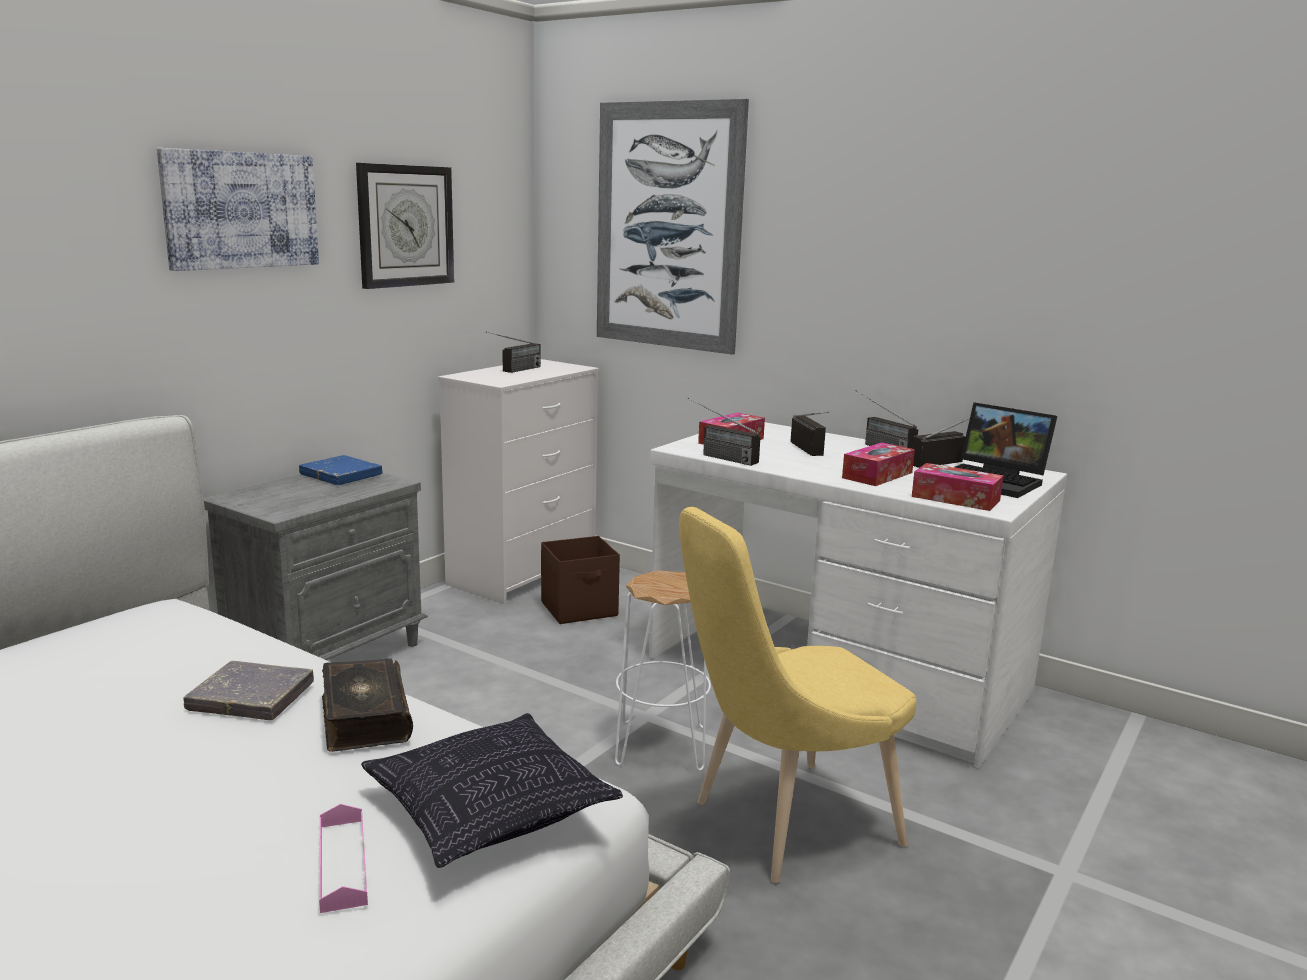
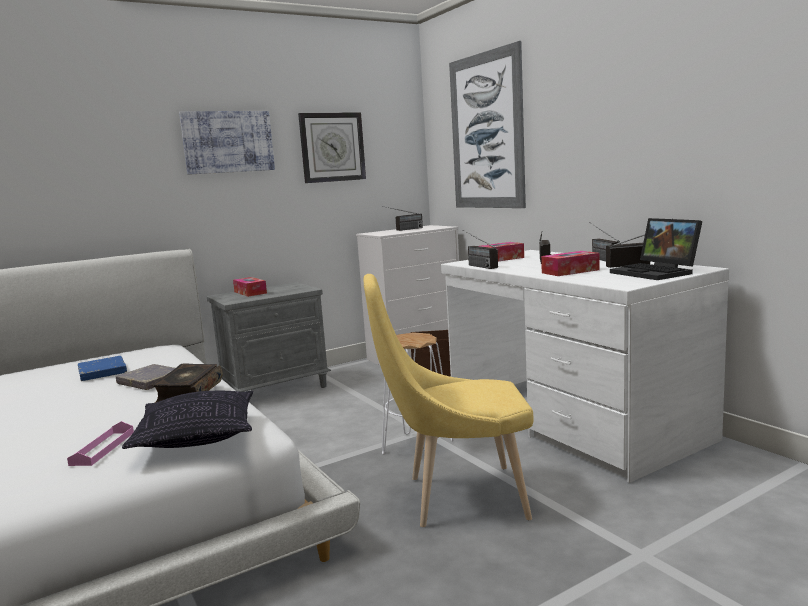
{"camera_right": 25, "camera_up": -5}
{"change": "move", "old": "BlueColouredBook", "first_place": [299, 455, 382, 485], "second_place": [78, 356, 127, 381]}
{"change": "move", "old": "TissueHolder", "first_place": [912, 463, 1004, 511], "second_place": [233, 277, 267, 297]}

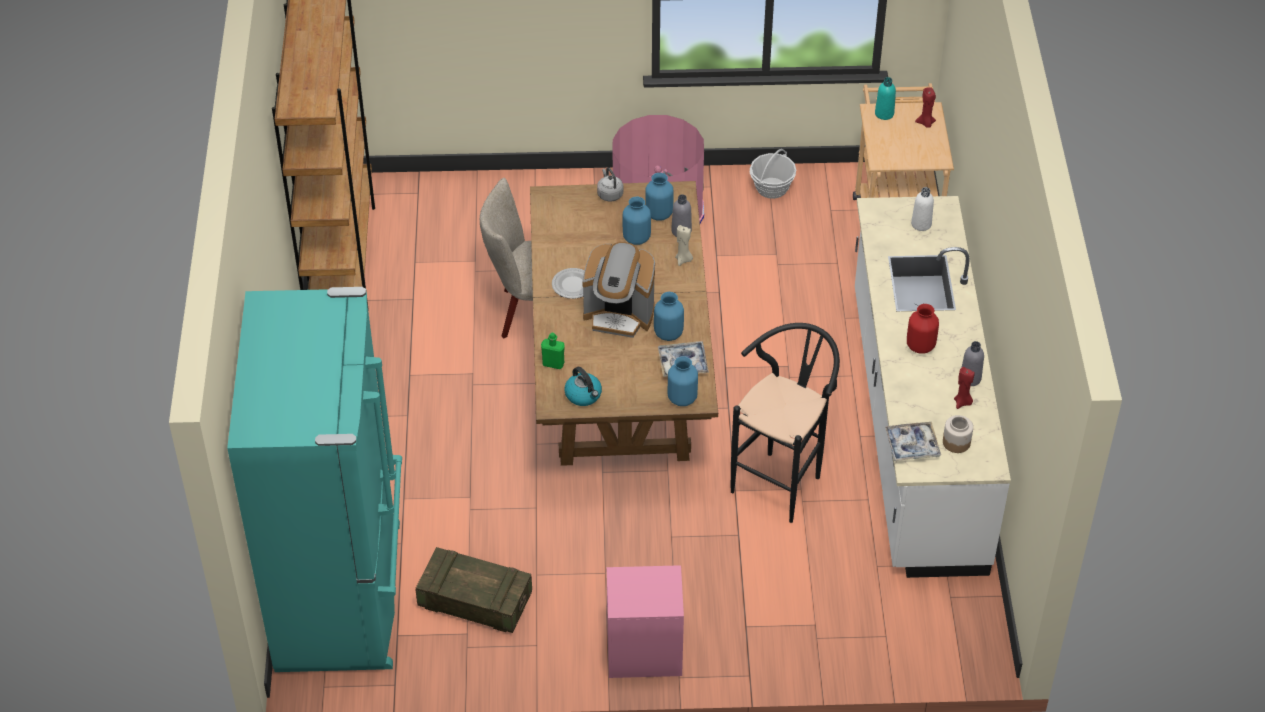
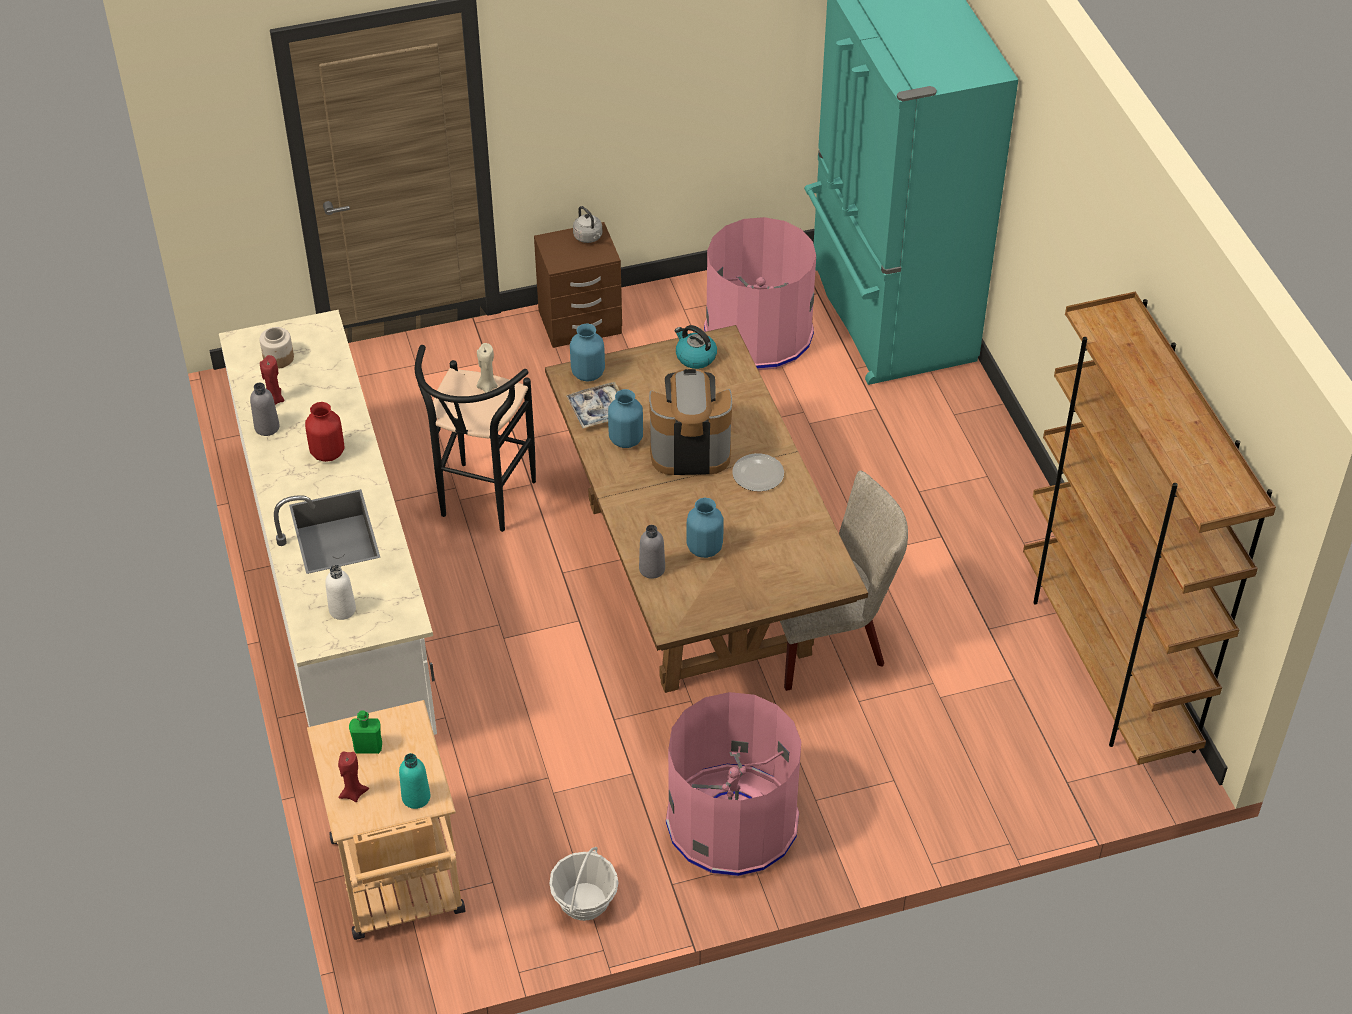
{"camera_right": 165, "camera_up": 0}
{"change": "move", "old": "GreenColouredDrinkBottle", "first_place": [541, 332, 565, 369], "second_place": [349, 710, 382, 754]}
{"change": "move", "old": "BeigeWaxLight", "first_place": [675, 225, 693, 266], "second_place": [477, 343, 498, 393]}
{"change": "recolor", "old": "PinkishBedsideTable", "new": "BrownColouredBedsideTable", "first_place": [607, 565, 684, 678], "second_place": [534, 222, 622, 348]}
{"change": "move", "old": "GreyKettle", "first_place": [597, 167, 623, 201], "second_place": [573, 206, 602, 243]}
{"change": "replace", "old": "PackingCrate", "new": "PinkishTrashCan", "first_place": [415, 547, 532, 633], "second_place": [704, 217, 816, 370]}
{"change": "delete", "old": "BlueColouredDecorativeVase", "first_place": [645, 173, 674, 221]}
{"change": "delete", "old": "CarryingTray", "first_place": [885, 422, 941, 461]}

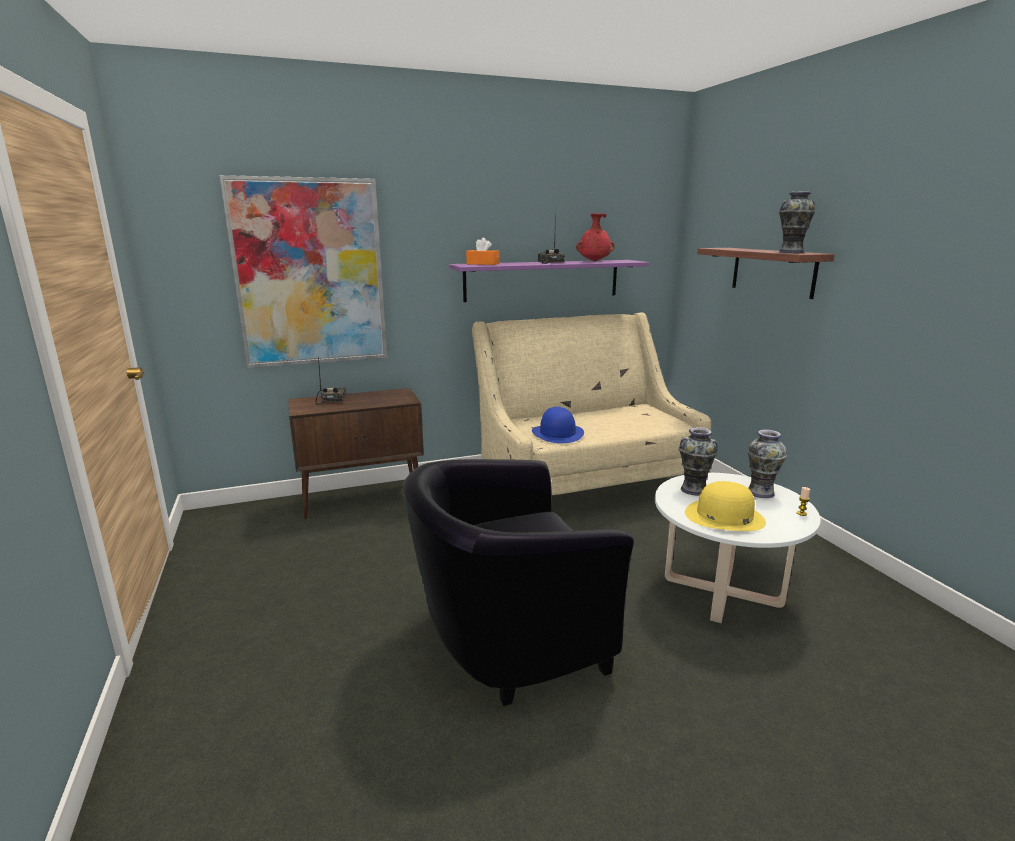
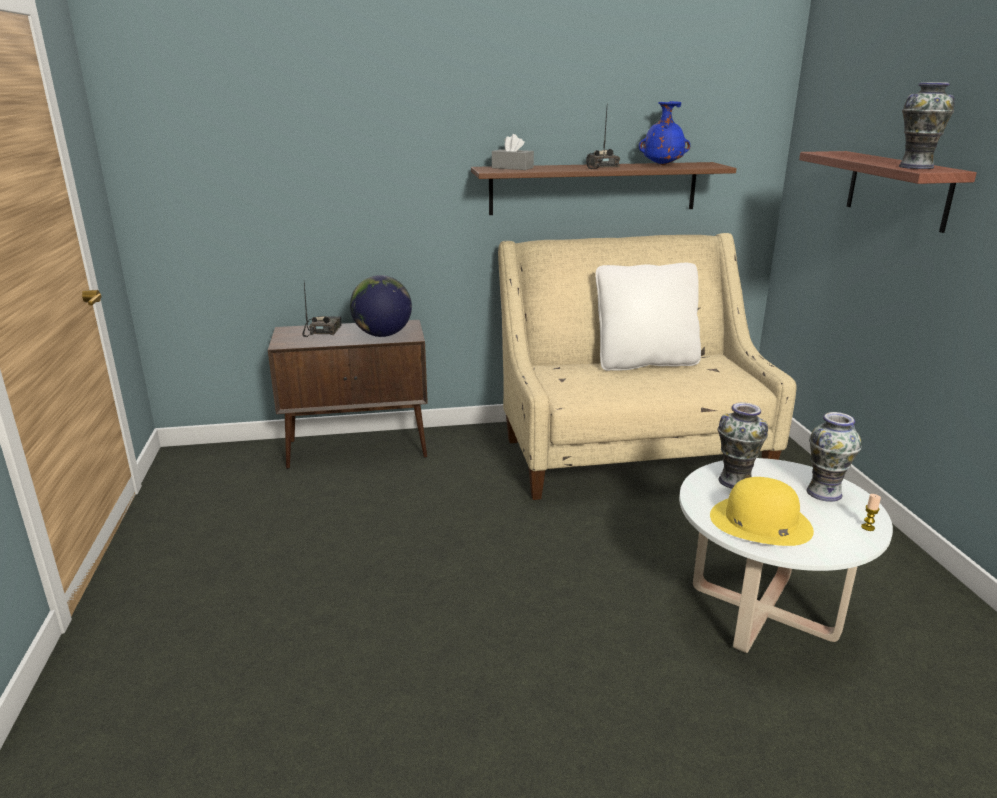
{"camera_right": 10, "camera_up": 5}
{"change": "insert", "new": "WorldGlobe", "second_place": [350, 275, 412, 337]}
{"change": "recolor", "old": "PurpleShelf", "new": "BrownColouredShelf", "first_place": [449, 260, 649, 302], "second_place": [471, 162, 737, 215]}
{"change": "recolor", "old": "OrangeTissueHolder", "new": "GreyTissueHolder", "first_place": [466, 238, 499, 265], "second_place": [492, 134, 534, 170]}
{"change": "insert", "new": "WhiteColouredCushion", "second_place": [596, 263, 701, 371]}
{"change": "recolor", "old": "RedColouredDecorativeVase", "new": "BlueColouredDecorativeVase", "first_place": [576, 213, 615, 262], "second_place": [638, 101, 690, 166]}
{"change": "delete", "old": "WallArt", "first_place": [220, 175, 387, 368]}
{"change": "delete", "old": "BlackishEasyChair", "first_place": [403, 459, 634, 706]}
{"change": "delete", "old": "BlueColouredClothingHat", "first_place": [532, 407, 584, 443]}

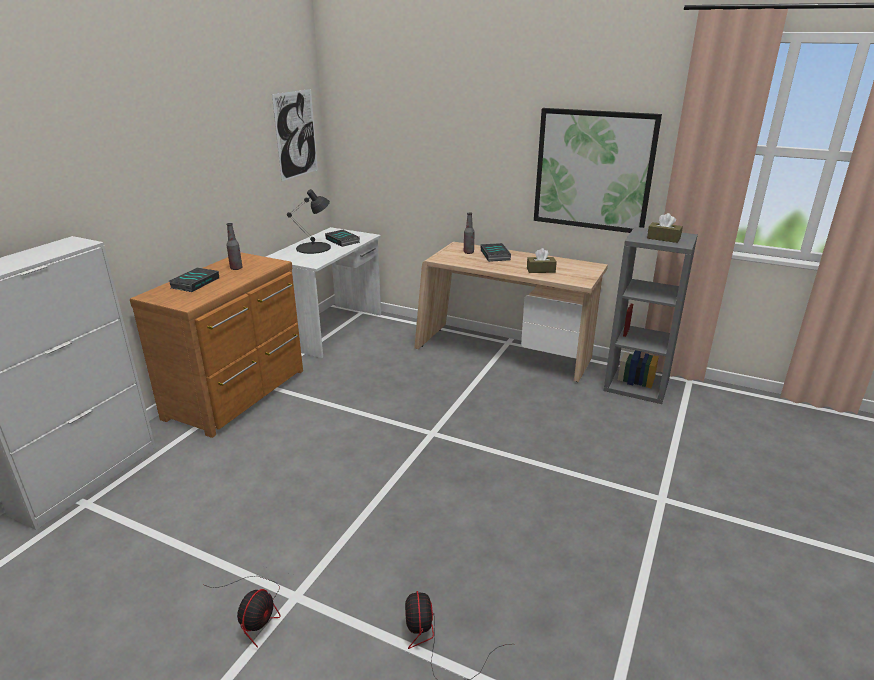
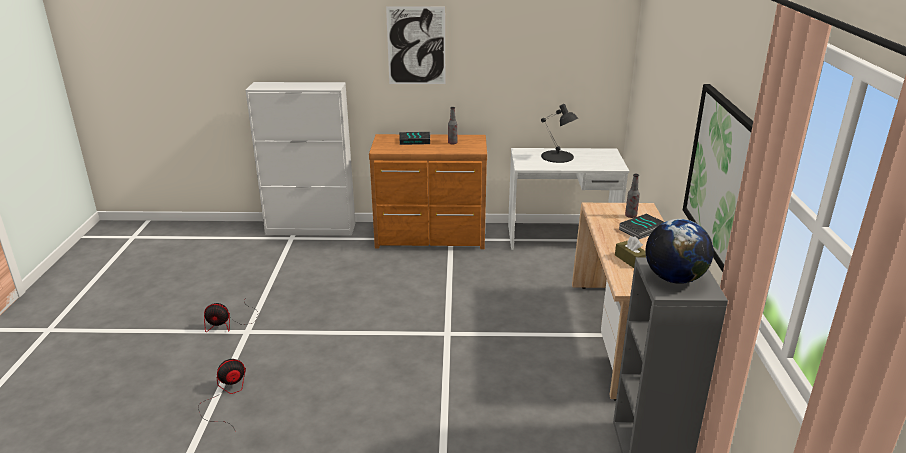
{"camera_right": 65, "camera_up": 0}
{"change": "move", "old": "WallArt", "first_place": [272, 89, 318, 181], "second_place": [386, 6, 445, 84]}
{"change": "replace", "old": "BrownColouredTissueHolder", "new": "WorldGlobe", "first_place": [647, 213, 683, 243], "second_place": [645, 219, 714, 284]}
{"change": "delete", "old": "Book", "first_place": [325, 230, 360, 247]}

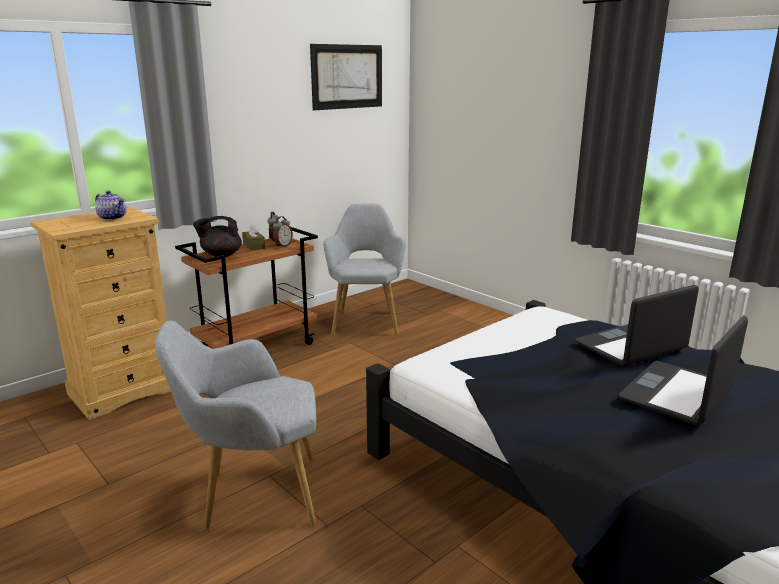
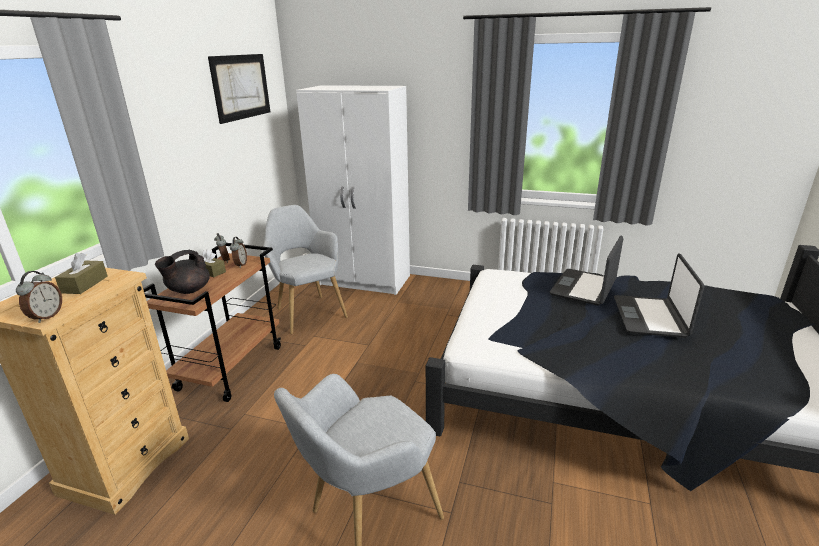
{"camera_right": -30, "camera_up": 5}
{"change": "insert", "new": "BedsideClock", "second_place": [16, 271, 62, 323]}
{"change": "replace", "old": "Teapot", "new": "BrownColouredTissueHolder", "first_place": [95, 191, 127, 220], "second_place": [55, 253, 108, 294]}
{"change": "insert", "new": "WhiteColouredWardrobe", "second_place": [296, 85, 410, 295]}

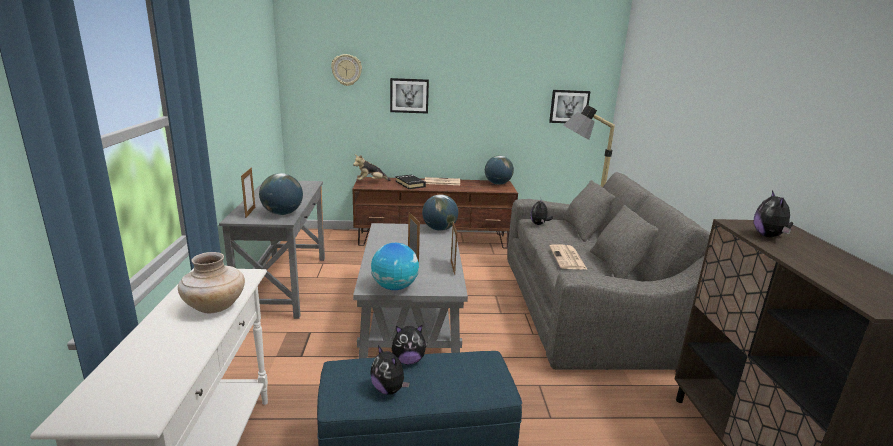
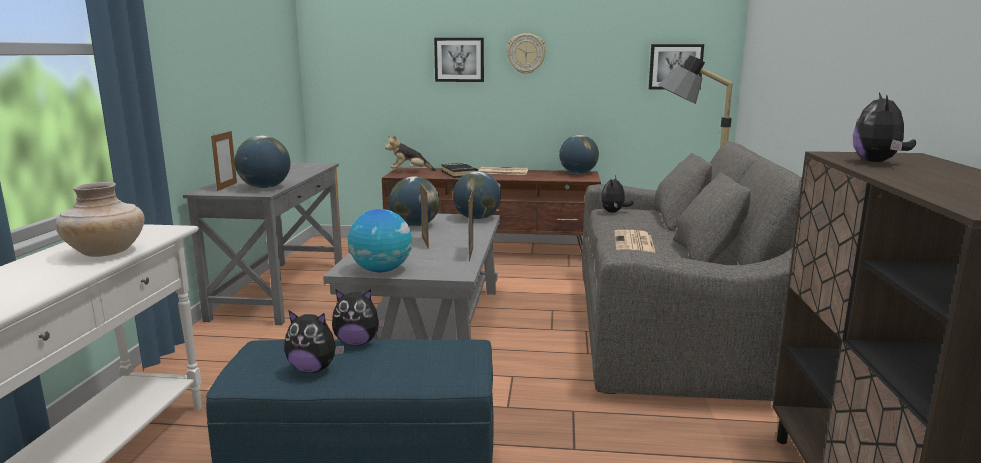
{"camera_right": 10, "camera_up": -5}
{"change": "rotate", "old": "SoftToy", "first_place": [370, 345, 410, 395], "second_place": [284, 310, 344, 373], "degrees": -45}
{"change": "insert", "new": "WorldGlobe", "second_place": [389, 176, 440, 227]}
{"change": "move", "old": "ClockOnTheWall", "first_place": [331, 54, 362, 86], "second_place": [507, 33, 546, 74]}

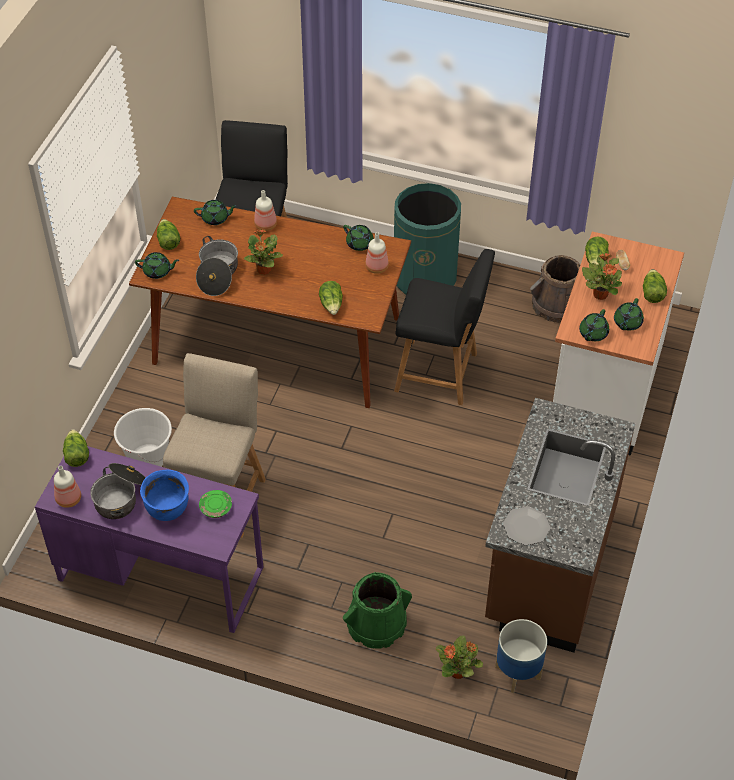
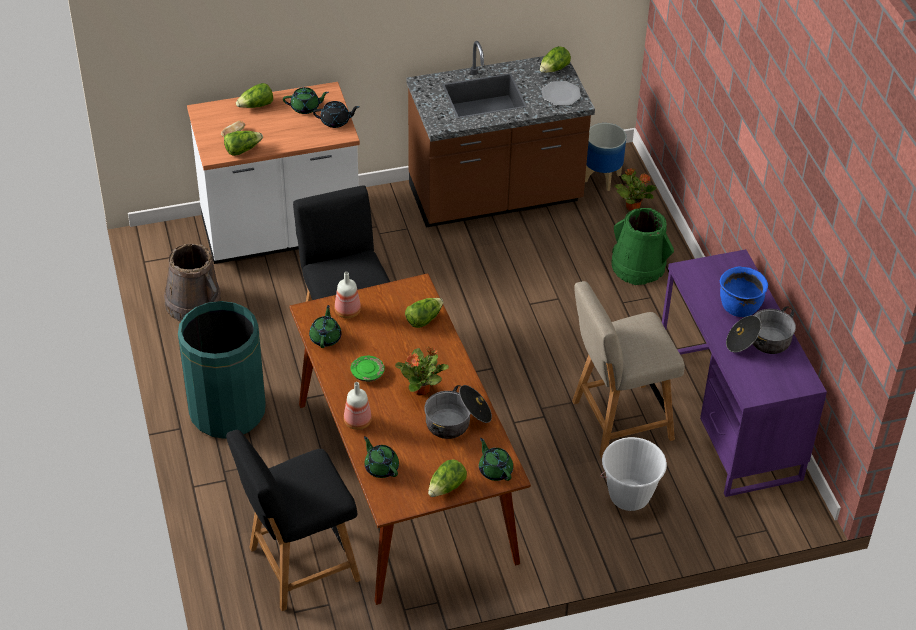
{"camera_right": -125, "camera_up": -5}
{"change": "recolor", "old": "GreenColouredTeapot", "new": "BlackishTeapot", "first_place": [579, 309, 609, 341], "second_place": [313, 101, 360, 128]}
{"change": "move", "old": "GreenColouredFlatDish", "first_place": [199, 490, 232, 518], "second_place": [351, 356, 385, 382]}
{"change": "move", "old": "LettuceHead", "first_place": [63, 429, 89, 467], "second_place": [540, 46, 571, 73]}
{"change": "delete", "old": "DrinkBottle", "first_place": [54, 466, 81, 508]}
{"change": "delete", "old": "PlantInAPot", "first_place": [582, 253, 622, 300]}

